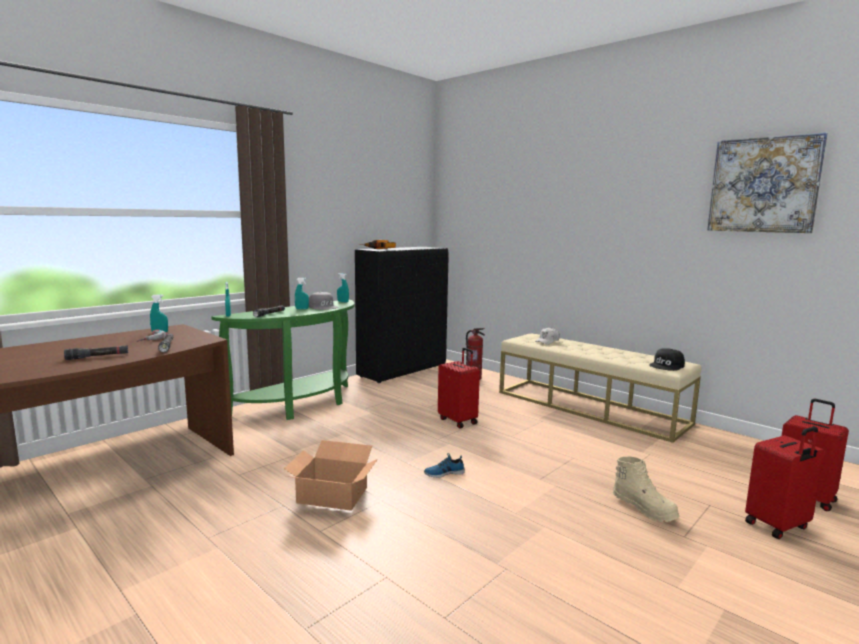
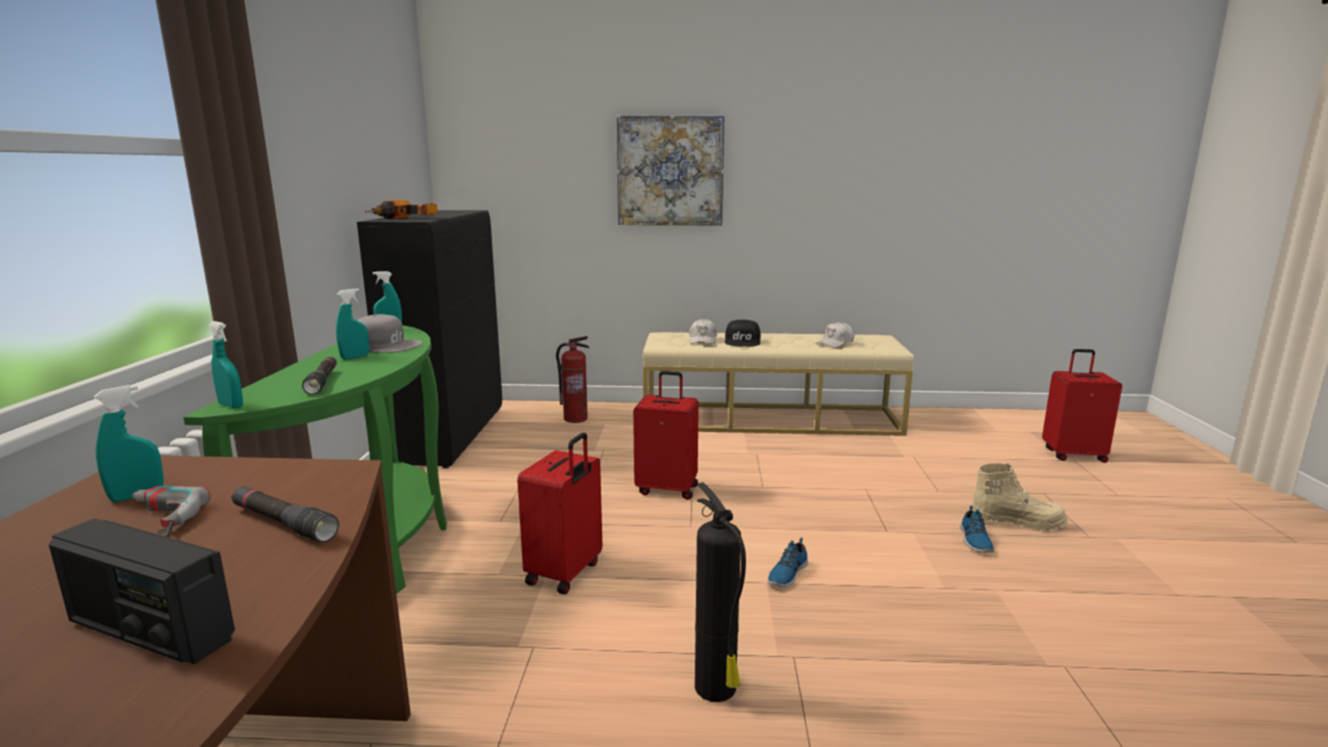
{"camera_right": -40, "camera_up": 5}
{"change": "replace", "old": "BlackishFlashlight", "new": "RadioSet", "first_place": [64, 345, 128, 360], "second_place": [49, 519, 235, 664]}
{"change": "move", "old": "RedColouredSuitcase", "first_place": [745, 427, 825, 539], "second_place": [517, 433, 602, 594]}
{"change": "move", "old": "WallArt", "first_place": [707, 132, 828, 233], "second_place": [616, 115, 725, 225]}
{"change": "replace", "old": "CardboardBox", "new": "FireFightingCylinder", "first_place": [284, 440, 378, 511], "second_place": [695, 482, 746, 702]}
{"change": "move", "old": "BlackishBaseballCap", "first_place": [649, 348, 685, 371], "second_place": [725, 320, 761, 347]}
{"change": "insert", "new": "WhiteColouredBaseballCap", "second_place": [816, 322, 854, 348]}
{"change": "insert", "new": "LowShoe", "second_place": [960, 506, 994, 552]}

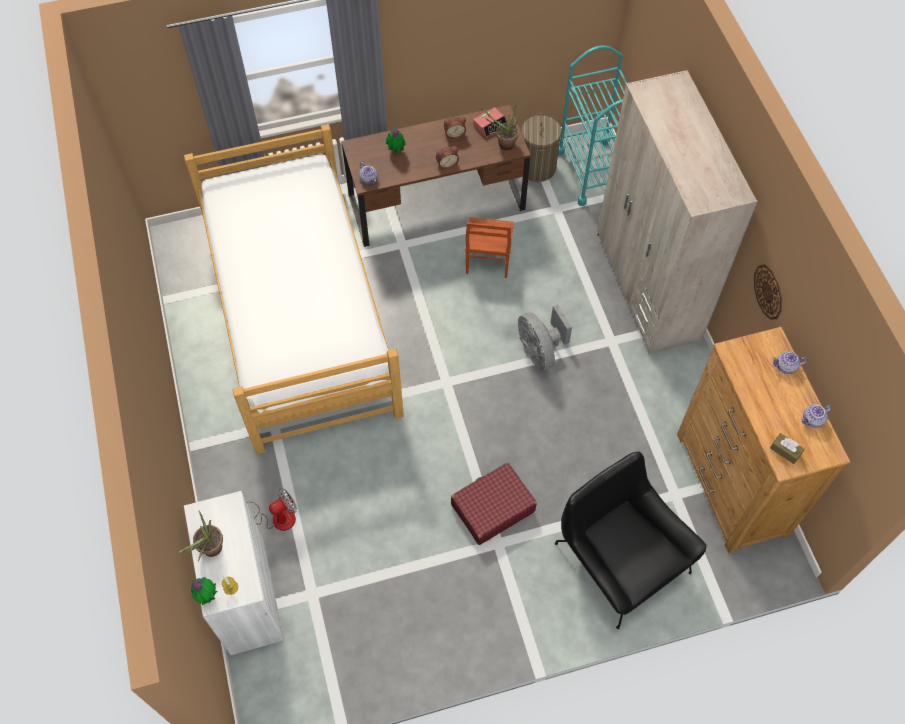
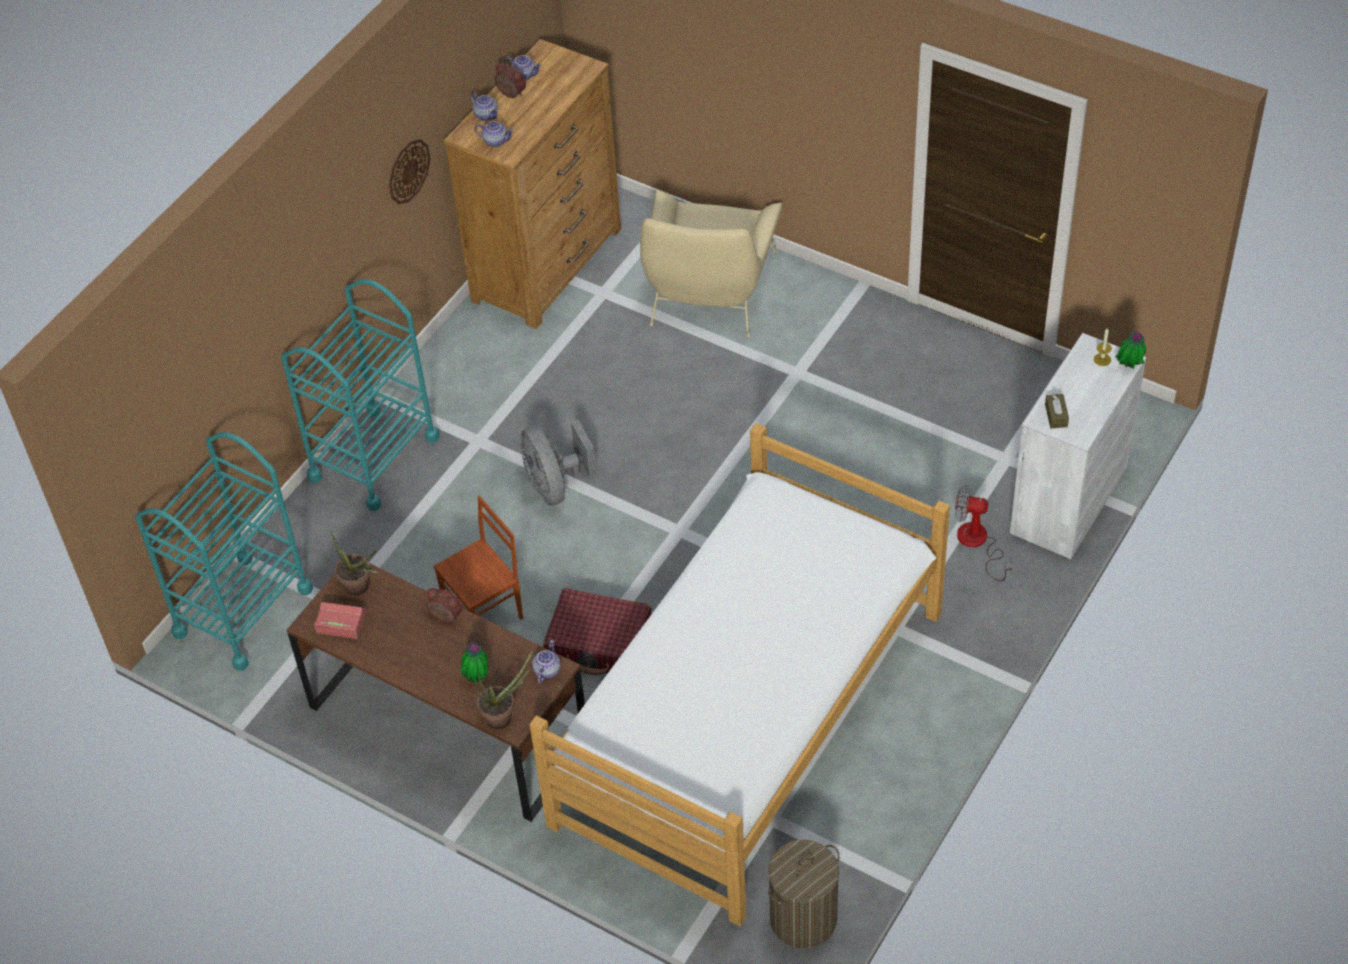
{"camera_right": -130, "camera_up": -10}
{"change": "replace", "old": "BeigeWardrobe", "new": "TurquoiseColouredTrolley", "first_place": [597, 70, 758, 354], "second_place": [281, 279, 440, 511]}
{"change": "insert", "new": "Teapot", "second_place": [474, 121, 514, 147]}
{"change": "move", "old": "PlantInAPot", "first_place": [178, 511, 223, 561], "second_place": [476, 651, 533, 730]}
{"change": "move", "old": "BedsideClock", "first_place": [444, 117, 466, 139], "second_place": [495, 63, 526, 98]}
{"change": "rotate", "old": "GreyCoolingFan", "first_place": [518, 304, 572, 370], "second_place": [521, 420, 597, 506], "degrees": 135}
{"change": "move", "old": "RedColouredSuitcase", "first_place": [451, 463, 537, 545], "second_place": [543, 588, 651, 675]}
{"change": "recolor", "old": "BlackishEasyChair", "new": "BeigeEasyChair", "first_place": [555, 452, 706, 629], "second_place": [640, 190, 782, 337]}
{"change": "move", "old": "WashingBasket", "first_place": [521, 113, 561, 182], "second_place": [768, 840, 840, 948]}
{"change": "move", "old": "BrownColouredTissueHolder", "first_place": [770, 433, 804, 464], "second_place": [1045, 394, 1069, 428]}

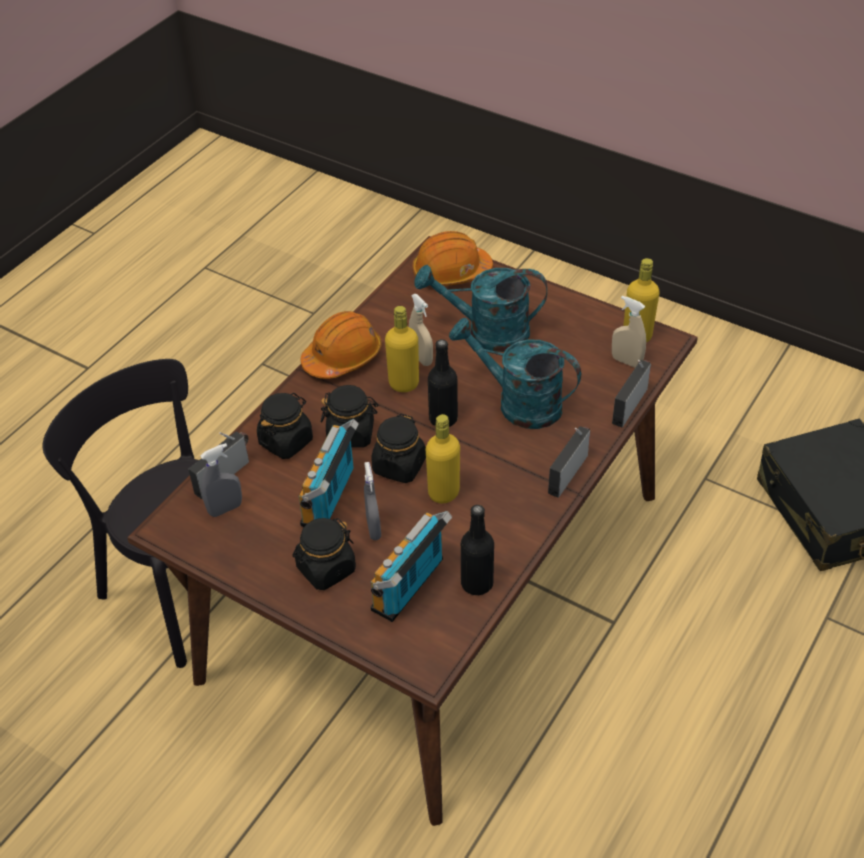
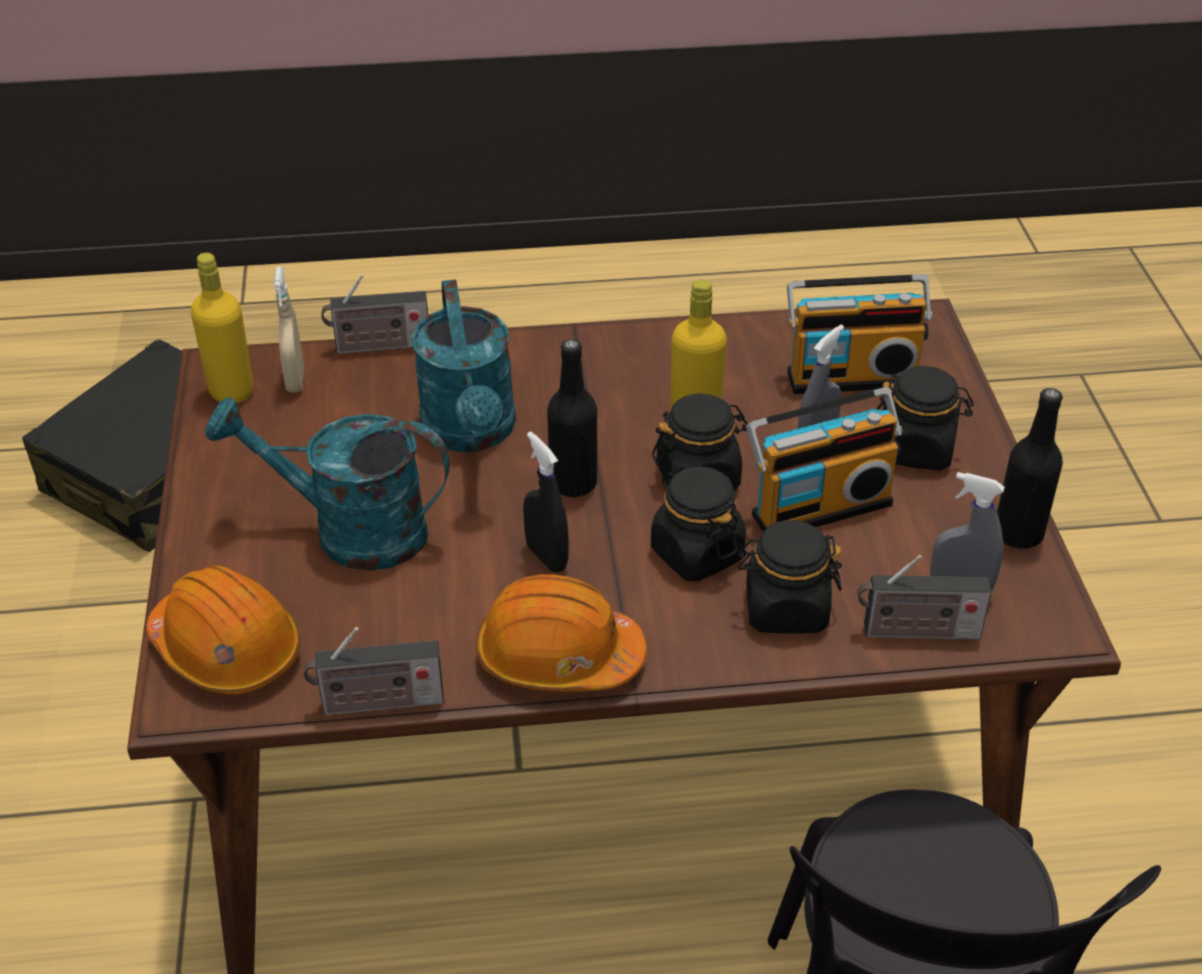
{"camera_right": -130, "camera_up": -5}
{"change": "rotate", "old": "TurquoiseColouredWateringCan", "first_place": [414, 265, 547, 352], "second_place": [205, 397, 450, 571], "degrees": 135}
{"change": "move", "old": "RadioSet", "first_place": [548, 426, 590, 498], "second_place": [304, 627, 444, 715]}
{"change": "replace", "old": "YellowishDrinkBottle", "new": "BlackishHandSprayer", "first_place": [385, 306, 419, 392], "second_place": [523, 431, 569, 573]}
{"change": "move", "old": "BlackishDrinkBottle", "first_place": [461, 505, 494, 595], "second_place": [997, 388, 1063, 549]}
{"change": "delete", "old": "BeigeHandSprayer", "first_place": [409, 294, 433, 366]}

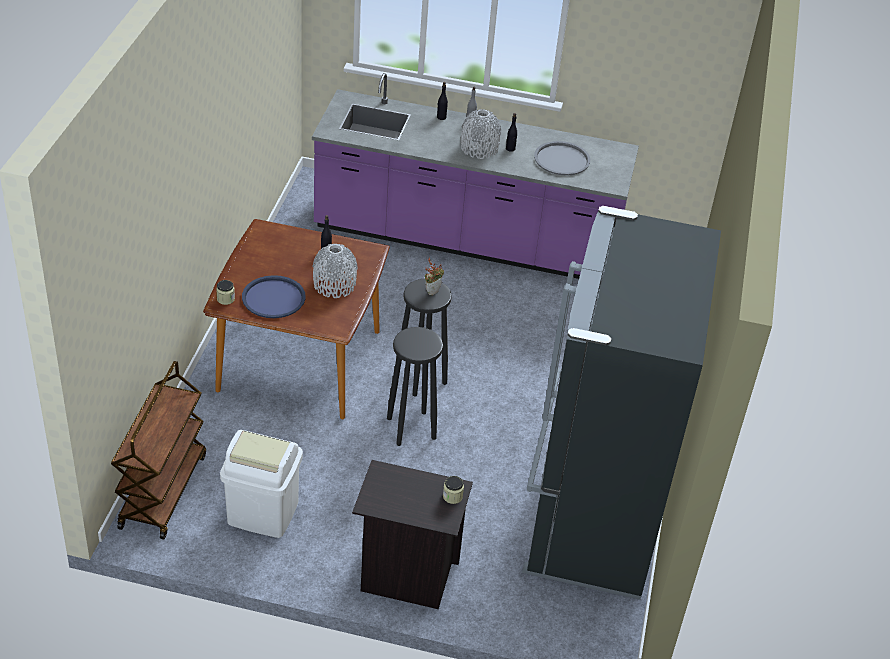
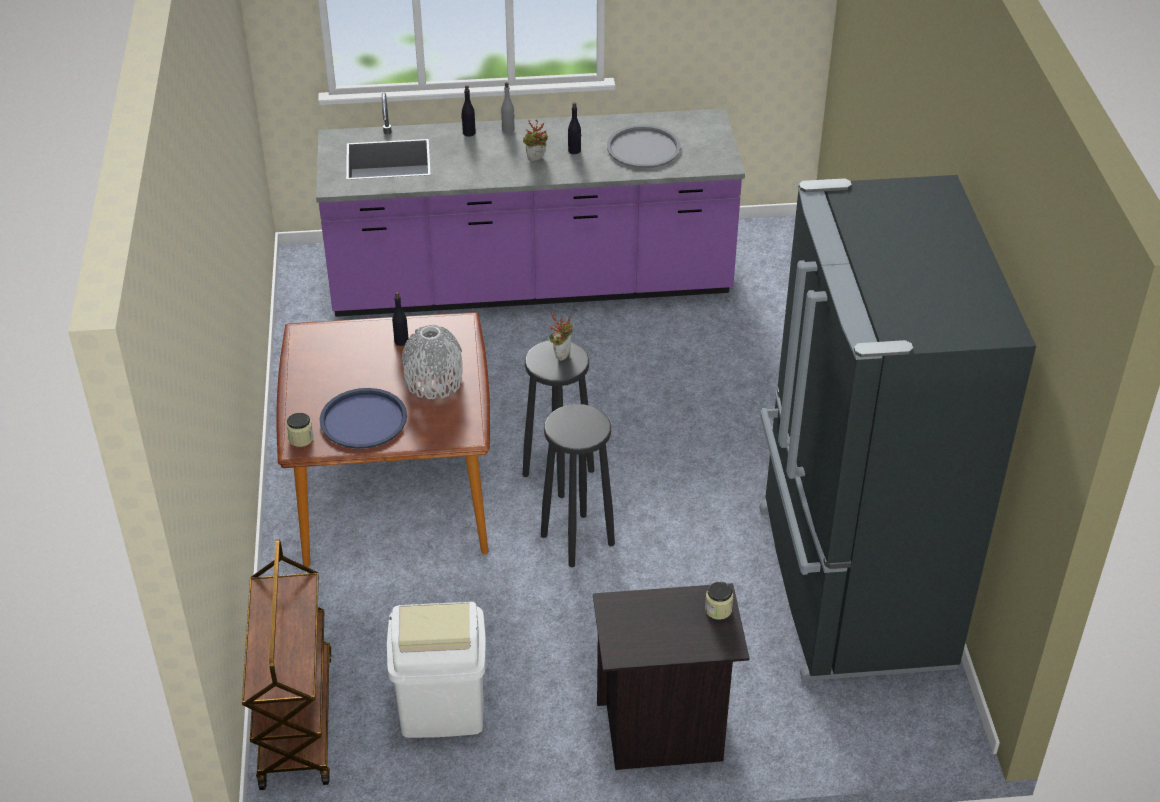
{"camera_right": -15, "camera_up": 0}
{"change": "replace", "old": "GreyDecorativeVase", "new": "PlantInAPot", "first_place": [461, 109, 501, 159], "second_place": [523, 119, 548, 161]}

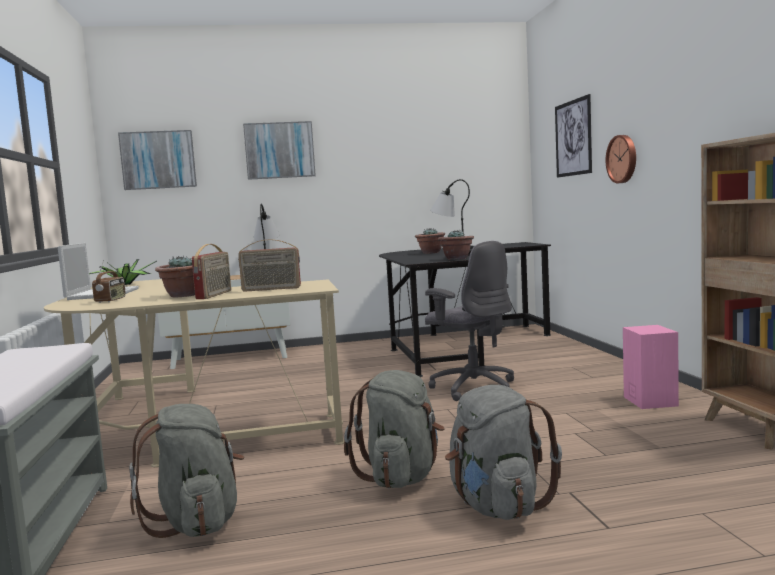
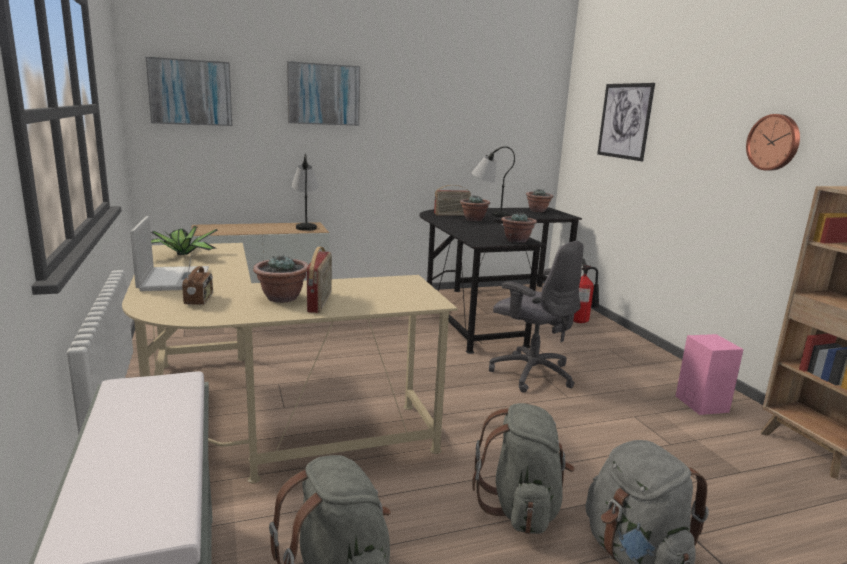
{"camera_right": -10, "camera_up": 10}
{"change": "move", "old": "RadioSet", "first_place": [238, 239, 301, 292], "second_place": [434, 185, 471, 216]}
{"change": "insert", "new": "PlantInAPot", "second_place": [526, 189, 553, 212]}
{"change": "insert", "new": "FireFightingCylinder", "second_place": [573, 259, 599, 323]}
{"change": "move", "old": "ClockOnTheWall", "first_place": [606, 135, 636, 183], "second_place": [746, 114, 800, 171]}

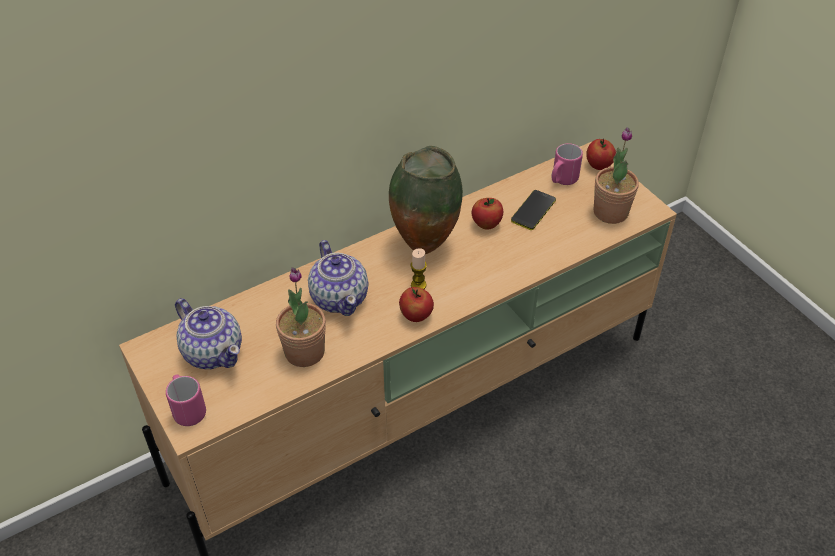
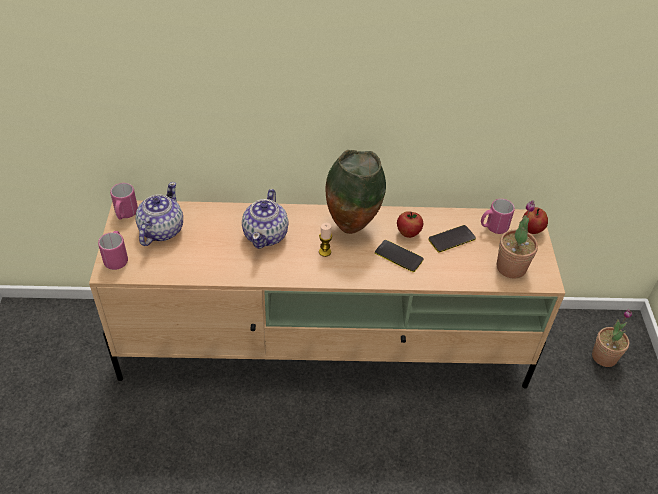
{"camera_right": 30, "camera_up": 0}
{"change": "insert", "new": "PinkishMug", "second_place": [110, 183, 138, 219]}
{"change": "rotate", "old": "Teapot", "first_place": [175, 298, 242, 369], "second_place": [136, 182, 183, 246], "degrees": -150}
{"change": "insert", "new": "Handset", "second_place": [375, 240, 423, 272]}
{"change": "move", "old": "PlantInAPot", "first_place": [276, 268, 326, 367], "second_place": [592, 309, 632, 367]}
{"change": "delete", "old": "WholeApple", "first_place": [399, 287, 434, 322]}

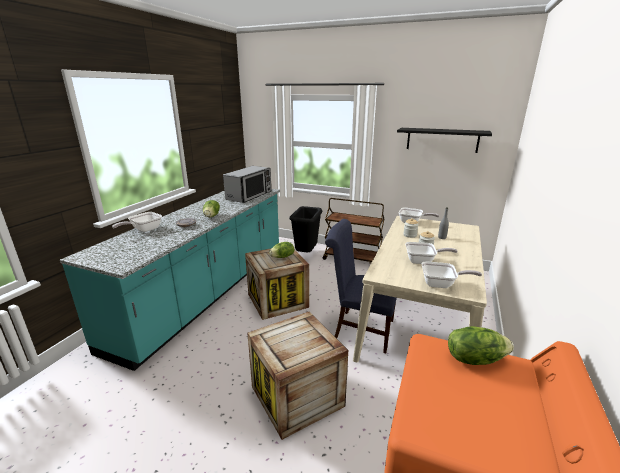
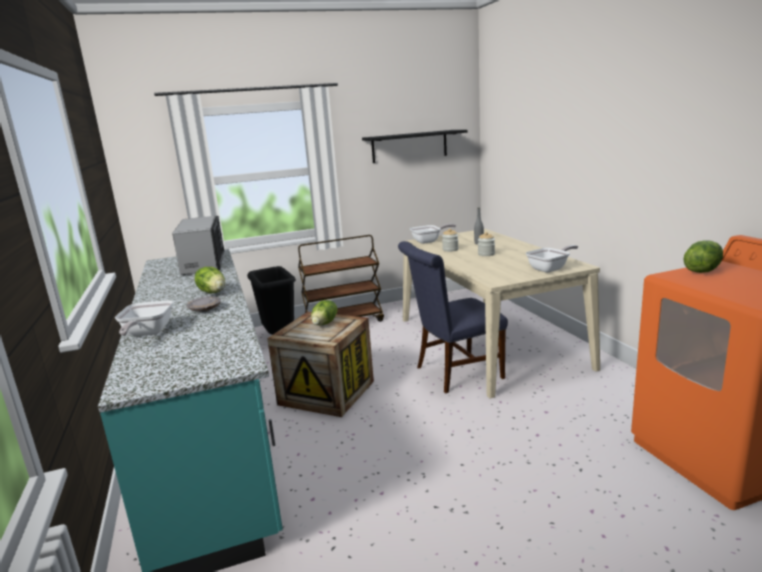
{"camera_right": -40, "camera_up": -5}
{"change": "delete", "old": "PackingCrate", "first_place": [247, 312, 348, 440]}
{"change": "delete", "old": "Pan", "first_place": [405, 242, 458, 264]}

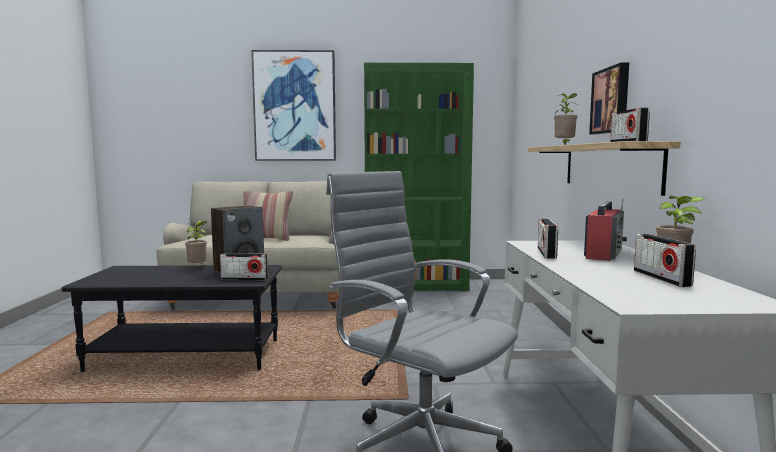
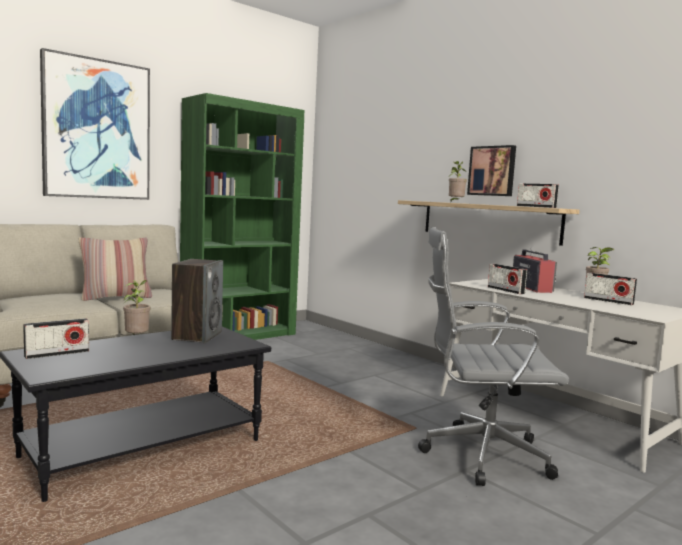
{"camera_right": -40, "camera_up": 0}
{"change": "move", "old": "RadioSet", "first_place": [220, 253, 268, 280], "second_place": [23, 318, 89, 359]}

